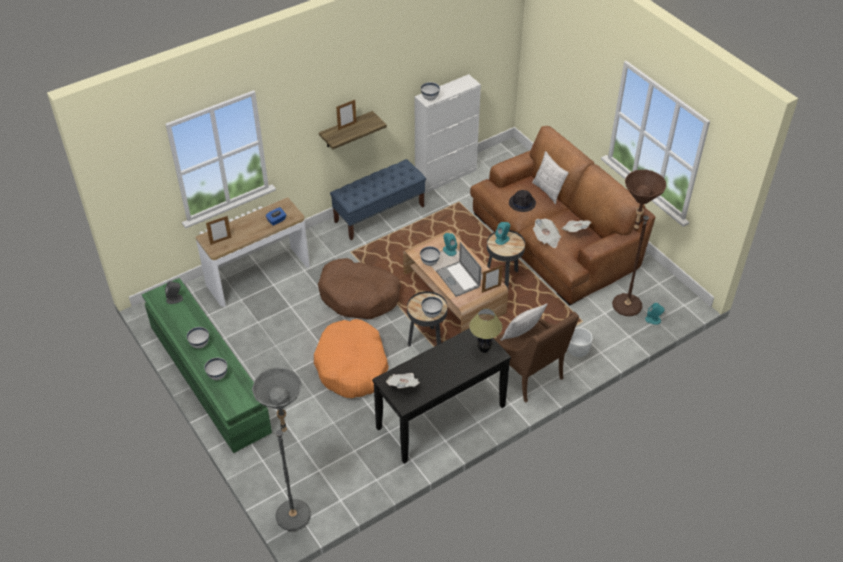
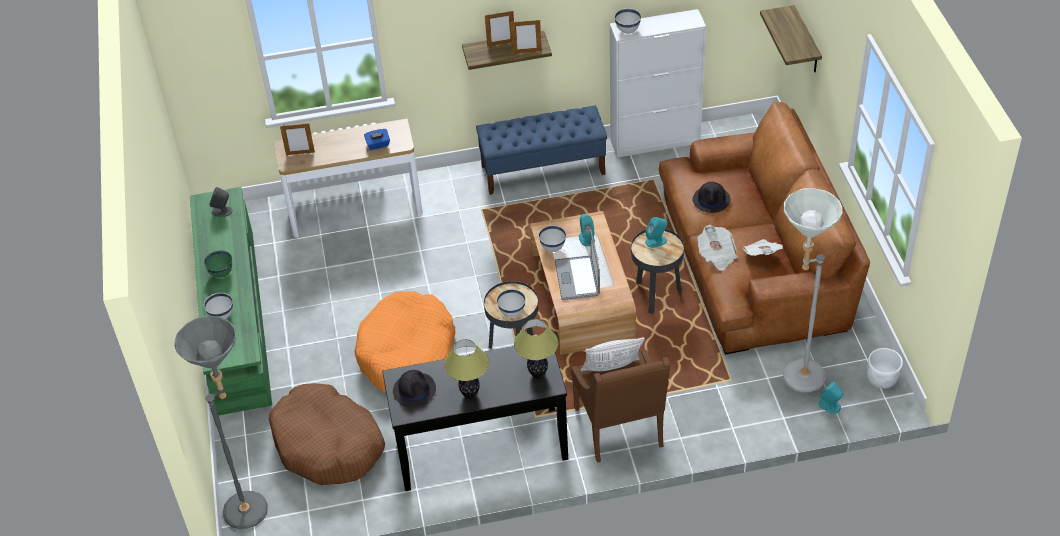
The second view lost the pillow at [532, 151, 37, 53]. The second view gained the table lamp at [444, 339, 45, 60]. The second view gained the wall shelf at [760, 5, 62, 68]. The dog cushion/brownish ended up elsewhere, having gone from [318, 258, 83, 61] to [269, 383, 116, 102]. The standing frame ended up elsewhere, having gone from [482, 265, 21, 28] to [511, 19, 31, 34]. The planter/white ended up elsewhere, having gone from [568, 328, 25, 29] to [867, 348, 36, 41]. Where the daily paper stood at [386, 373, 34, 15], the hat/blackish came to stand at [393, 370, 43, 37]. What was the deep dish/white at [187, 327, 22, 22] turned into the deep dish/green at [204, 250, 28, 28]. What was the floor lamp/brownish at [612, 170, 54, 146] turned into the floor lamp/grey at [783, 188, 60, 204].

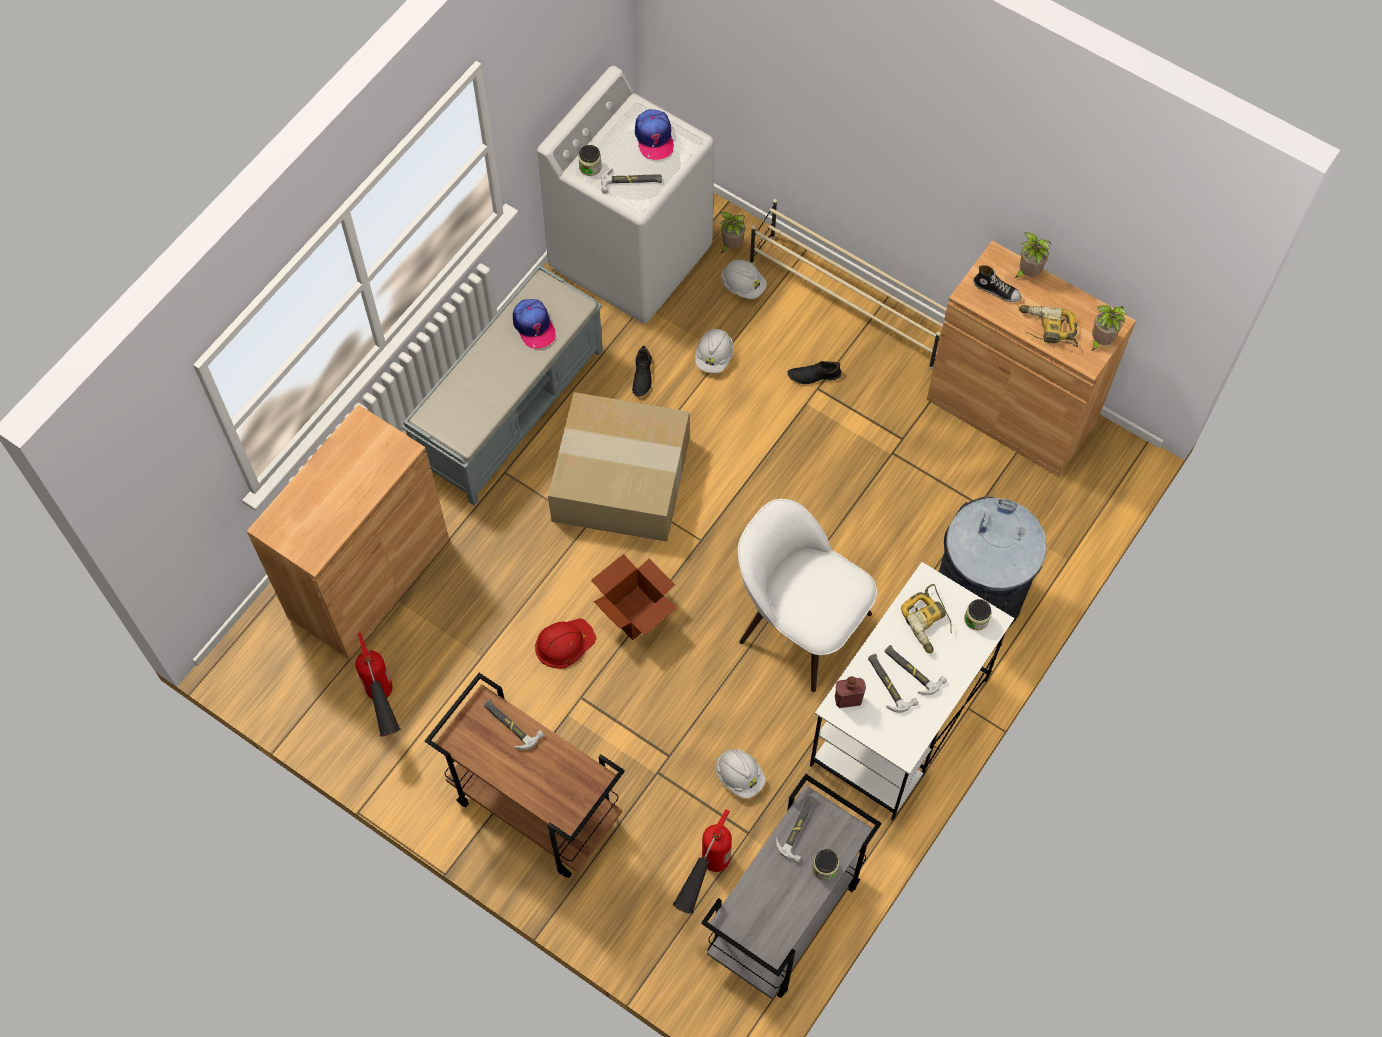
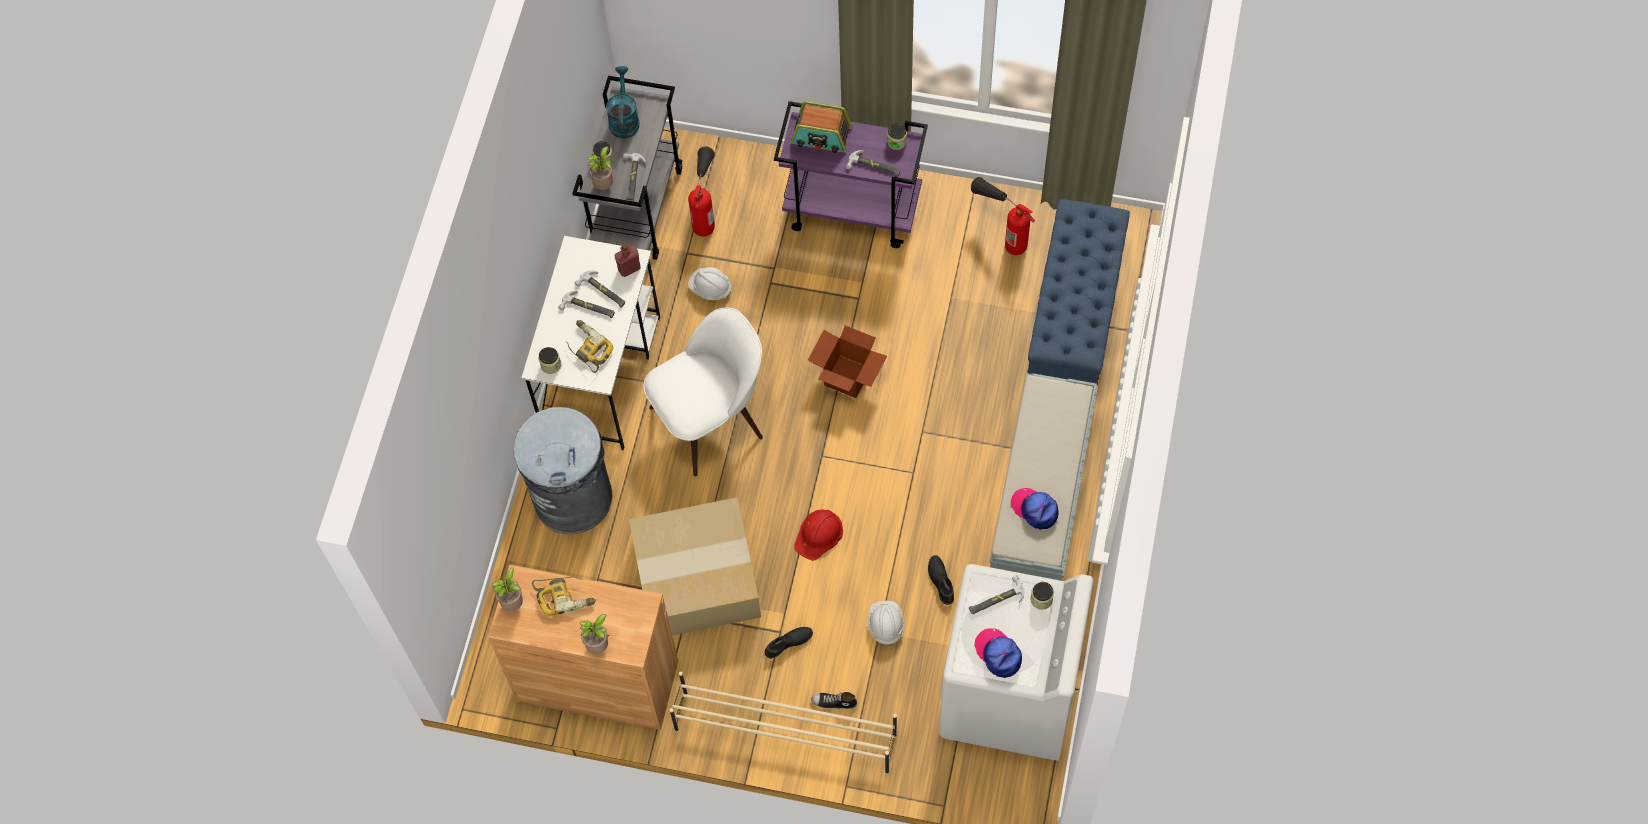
The second view lost the hard hat/white at [721, 260, 46, 39]. The second view gained the watering pot/turquoise-coloured at [606, 66, 33, 73]. The second view gained the radio at [791, 101, 61, 52]. The second view gained the jar at [887, 123, 20, 27]. The hard hat/red ended up elsewhere, having gone from [535, 618, 61, 51] to [794, 509, 49, 52]. The cardboard box ended up elsewhere, having gone from [548, 392, 142, 150] to [629, 497, 132, 139]. The potted plant ended up elsewhere, having gone from [719, 212, 26, 42] to [587, 147, 26, 43]. The item of footwear ended up elsewhere, having gone from [973, 265, 49, 37] to [811, 692, 46, 17]. Where the cabinet/brownish stood at [247, 404, 202, 256], the long seat/bluish came to stand at [1027, 199, 103, 185]. What was the trolley/brownish at [425, 673, 200, 205] turned into the trolley/purple at [774, 101, 154, 147]. The upright chair/white at [738, 499, 139, 193] ended up facing another way, 45 degrees counterclockwise from before.

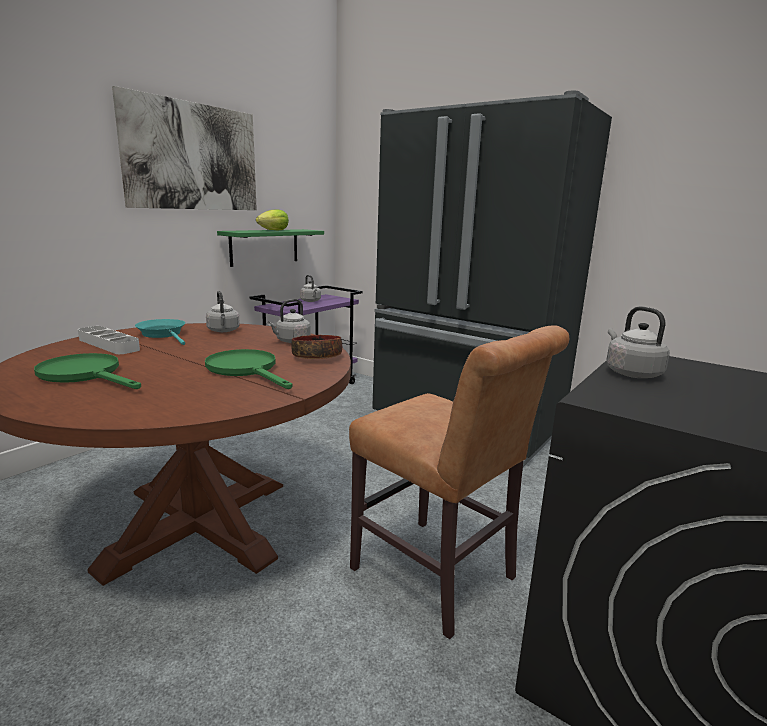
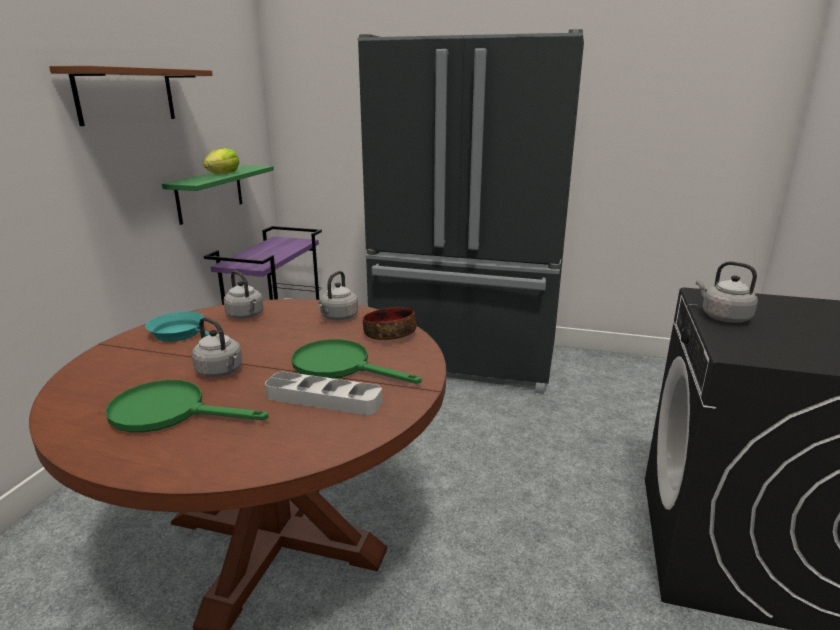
The second view lost the upright chair/brownish at [349, 325, 220, 314]. The tray/grey ended up elsewhere, having gone from [78, 326, 62, 28] to [265, 372, 117, 43]. The tea kettle/grey ended up elsewhere, having gone from [300, 275, 21, 27] to [192, 317, 50, 60]. Where the wall picture hung at [112, 86, 145, 124], the wall shelf/brownish came to hang at [49, 66, 164, 60].

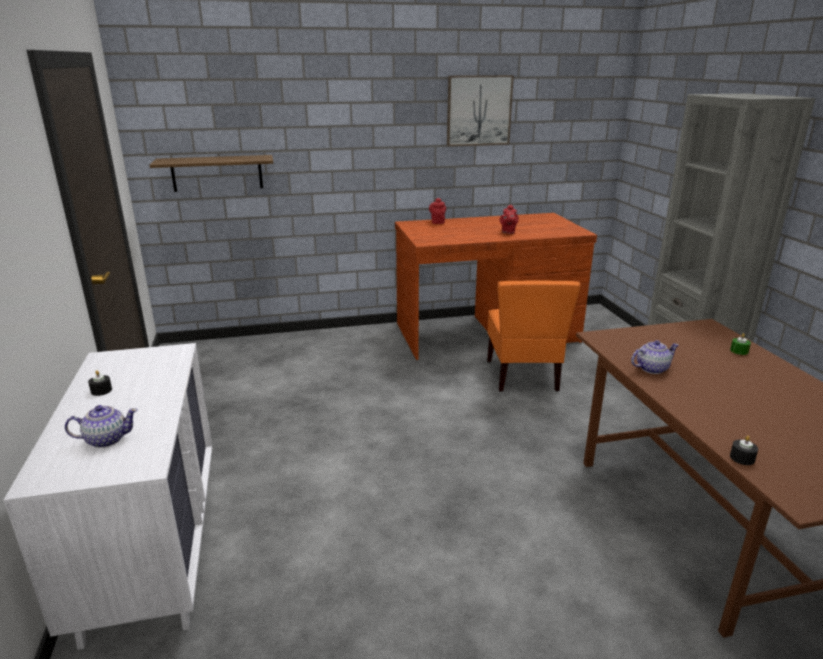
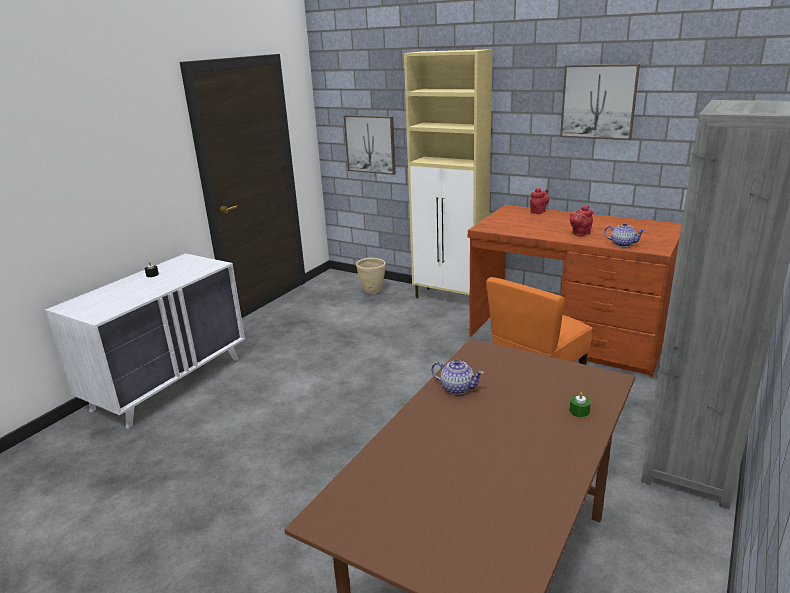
The second view lost the wax candle/blackish at [730, 436, 28, 29]. The second view gained the planter/beige-coloured at [356, 258, 30, 36]. The second view gained the cabinet/beige-coloured at [404, 49, 89, 249]. The tea pot ended up elsewhere, having gone from [65, 405, 73, 43] to [604, 223, 41, 24]. Where the wall shelf hung at [149, 155, 124, 37], the wall picture came to hang at [344, 115, 52, 60].

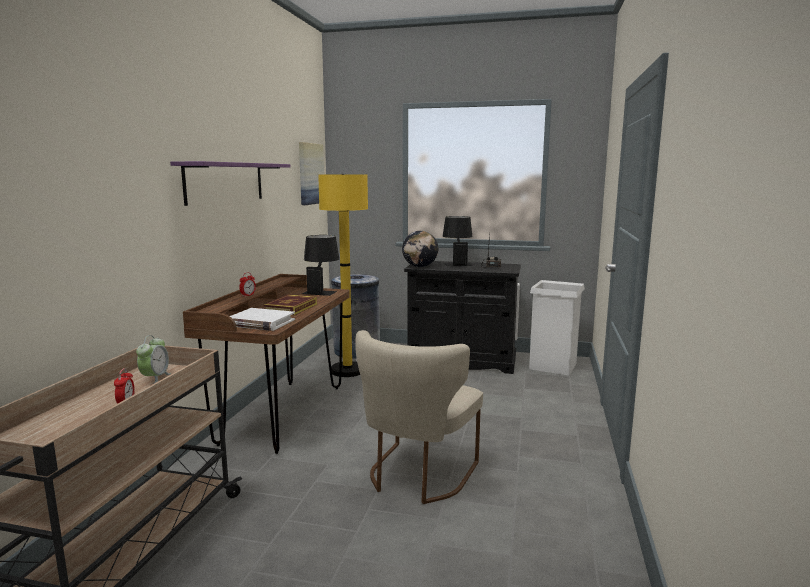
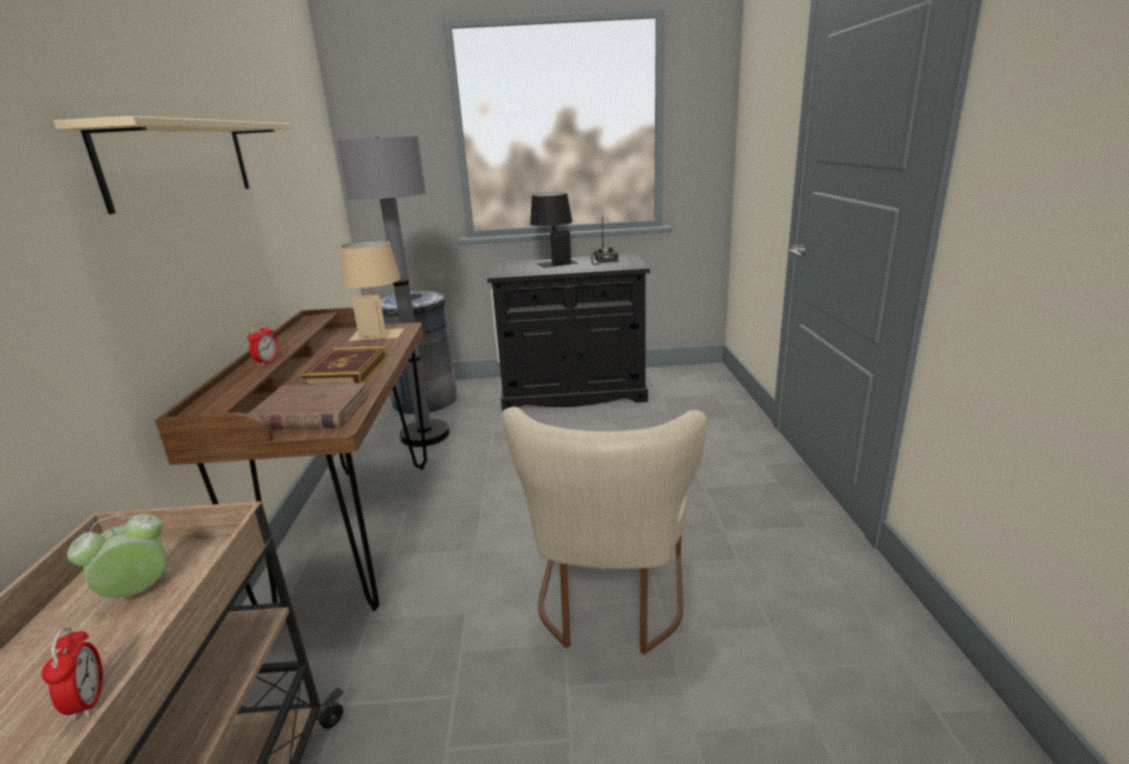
The second view lost the wall picture at [299, 142, 25, 63]. The second view lost the world globe at [402, 231, 36, 36]. The second view lost the rubbish bin/white at [529, 280, 56, 95]. What was the wall shelf/purple at [170, 161, 121, 45] turned into the wall shelf/beige-coloured at [53, 116, 239, 98]. What was the book/white at [230, 308, 65, 23] turned into the book/brownish at [248, 383, 121, 47]. What was the table lamp/blackish at [302, 235, 37, 61] turned into the table lamp/beige-coloured at [341, 240, 63, 101]. What was the floor lamp/yellow at [318, 174, 50, 203] turned into the floor lamp/grey at [337, 136, 113, 311]. The bedside clock at [136, 335, 35, 48] ended up facing another way, 120 degrees counterclockwise from before.

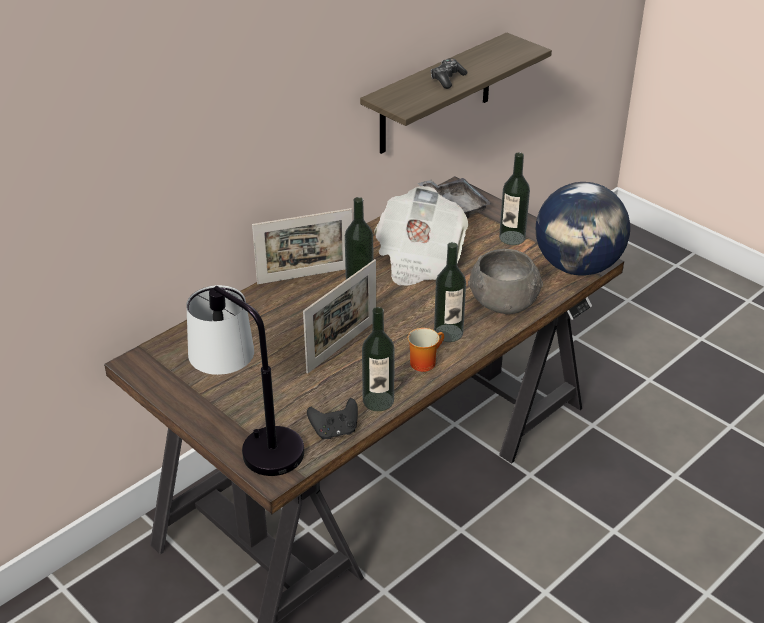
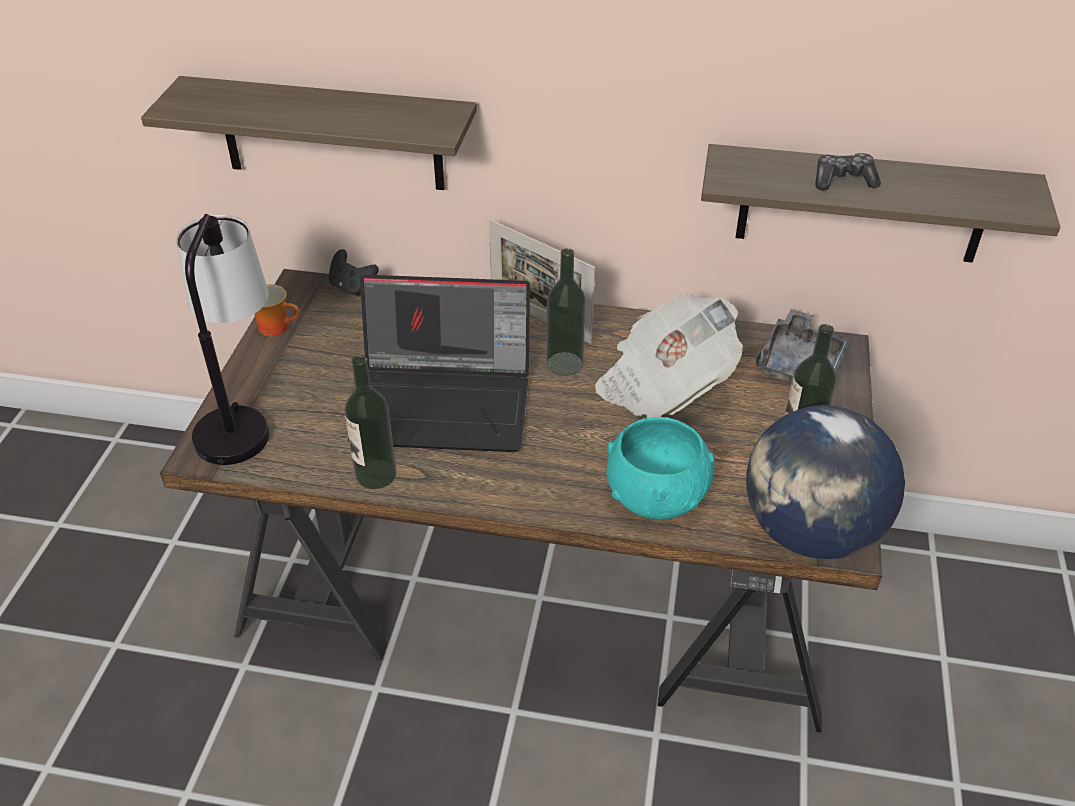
The second view lost the bottle at [434, 242, 32, 100]. The second view gained the wall shelf at [141, 76, 336, 114]. The game controller/blackish ended up elsewhere, having gone from [307, 398, 51, 41] to [328, 249, 51, 47]. The tea mug ended up elsewhere, having gone from [408, 328, 36, 44] to [255, 284, 45, 52]. Where the standing frame stood at [303, 259, 73, 115], the notebook computer came to stand at [348, 275, 182, 177]. What was the deep dish/grey at [468, 249, 75, 65] turned into the deep dish/turquoise-coloured at [606, 417, 109, 102].

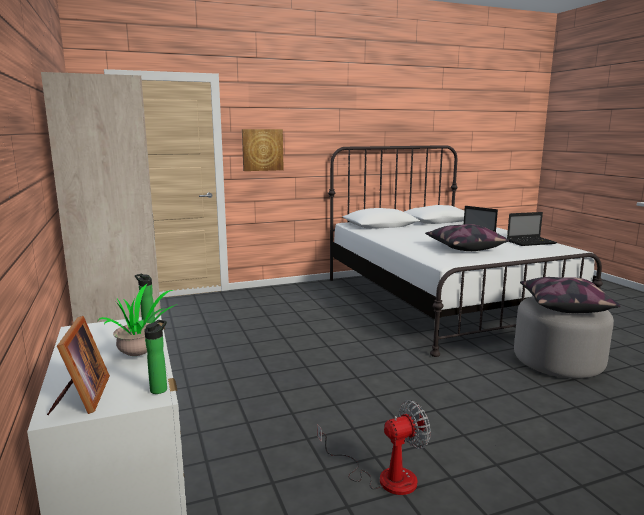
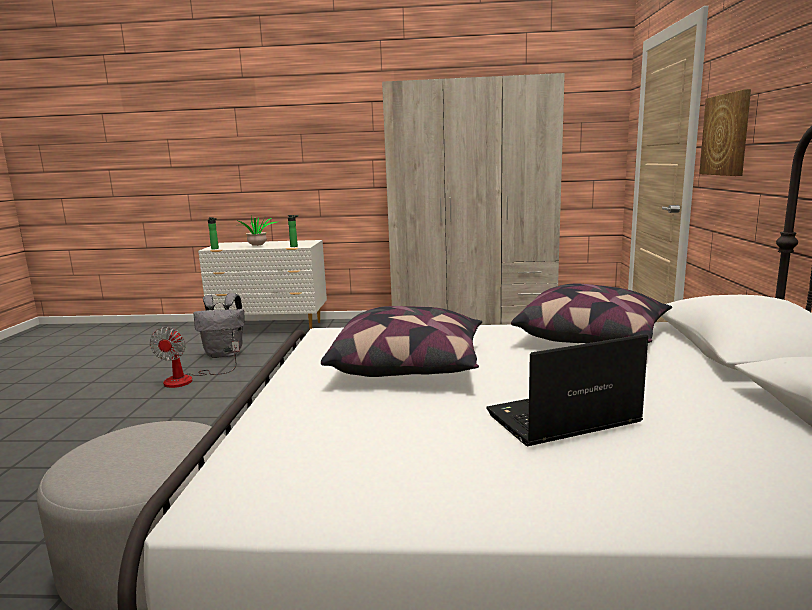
The second view lost the standing frame at [47, 316, 63, 99]. The second view lost the notebook computer at [507, 212, 50, 34]. The second view gained the backpack/grey at [193, 293, 52, 65]. The pillow ended up elsewhere, having gone from [520, 277, 100, 36] to [511, 284, 161, 59].

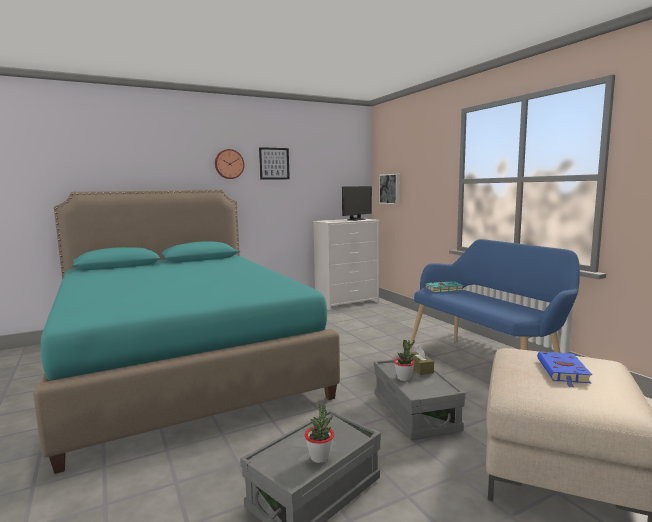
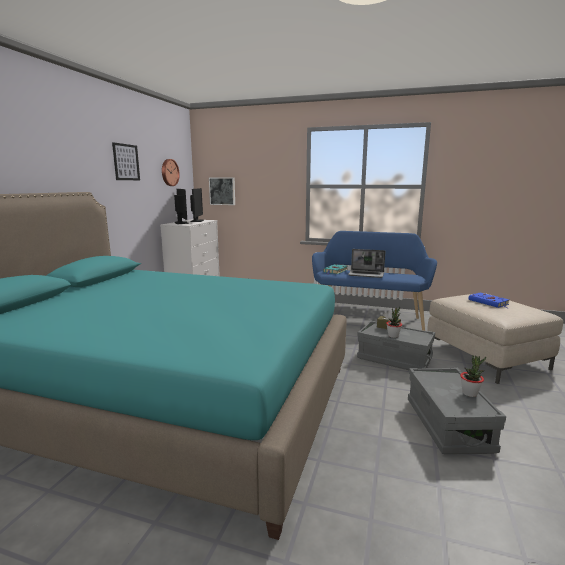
The second view gained the monitor at [174, 189, 15, 35]. The second view gained the notebook computer at [348, 249, 38, 29]. The clock on the wall ended up elsewhere, having gone from [215, 149, 29, 30] to [162, 159, 18, 27].

